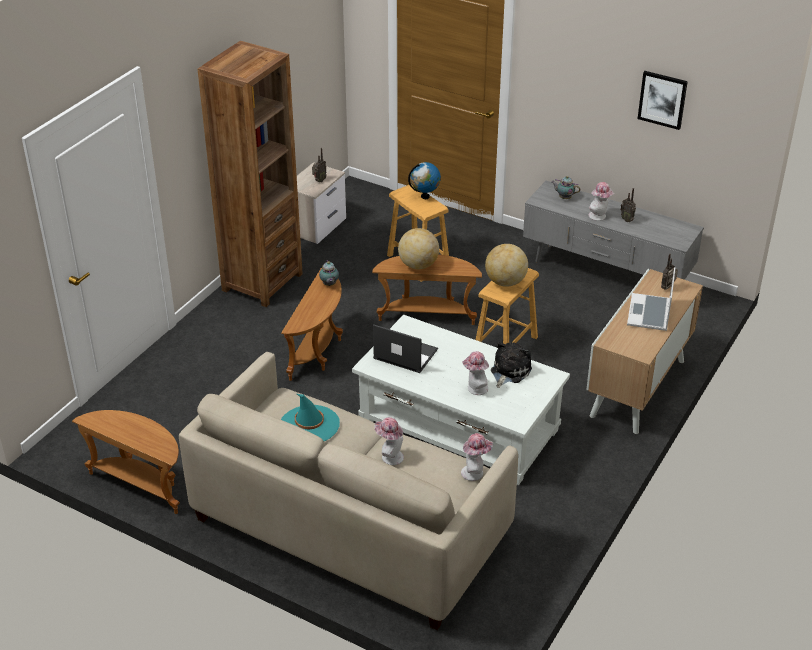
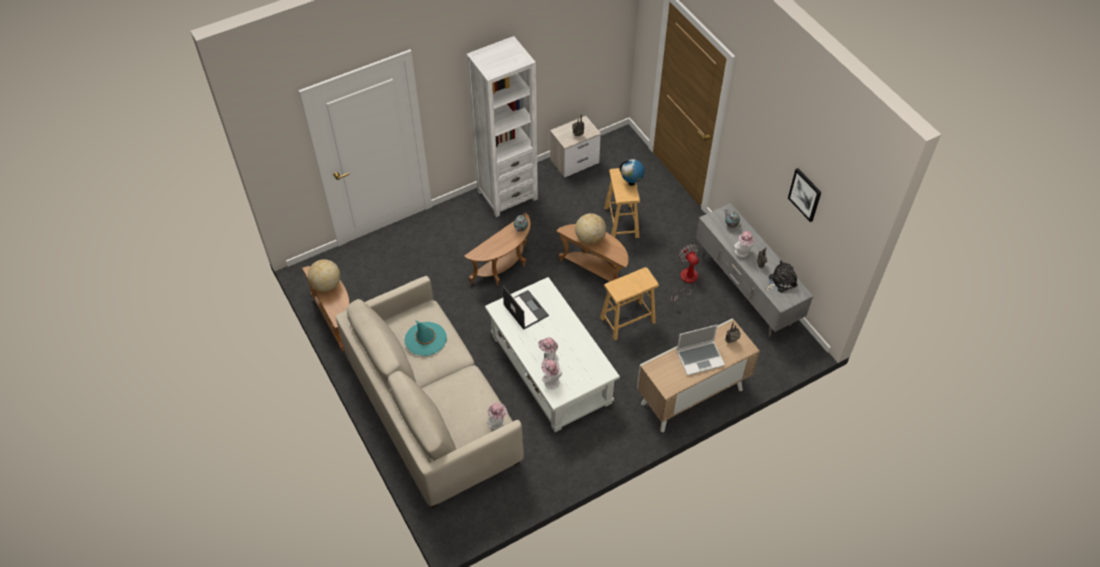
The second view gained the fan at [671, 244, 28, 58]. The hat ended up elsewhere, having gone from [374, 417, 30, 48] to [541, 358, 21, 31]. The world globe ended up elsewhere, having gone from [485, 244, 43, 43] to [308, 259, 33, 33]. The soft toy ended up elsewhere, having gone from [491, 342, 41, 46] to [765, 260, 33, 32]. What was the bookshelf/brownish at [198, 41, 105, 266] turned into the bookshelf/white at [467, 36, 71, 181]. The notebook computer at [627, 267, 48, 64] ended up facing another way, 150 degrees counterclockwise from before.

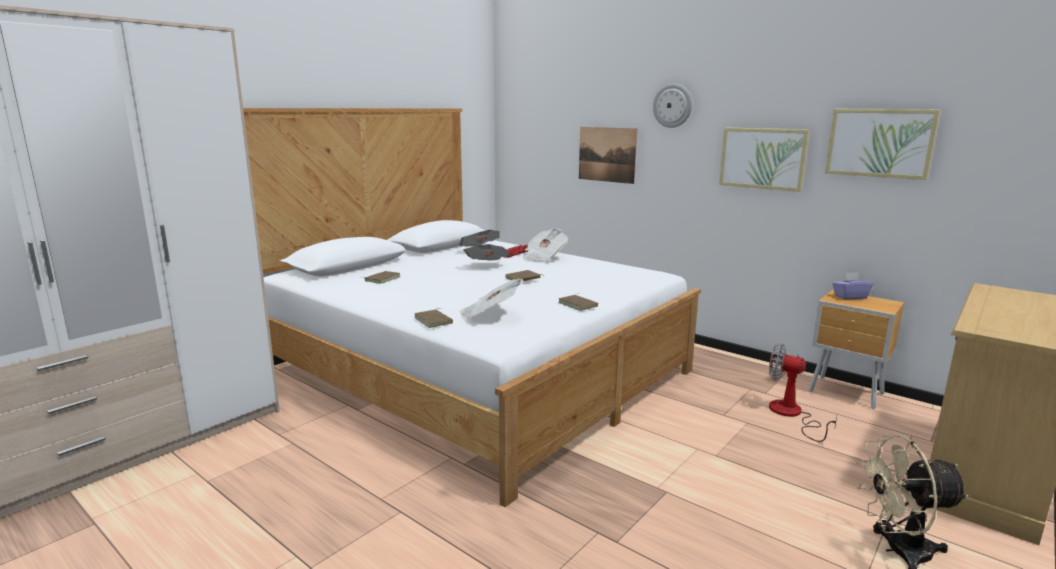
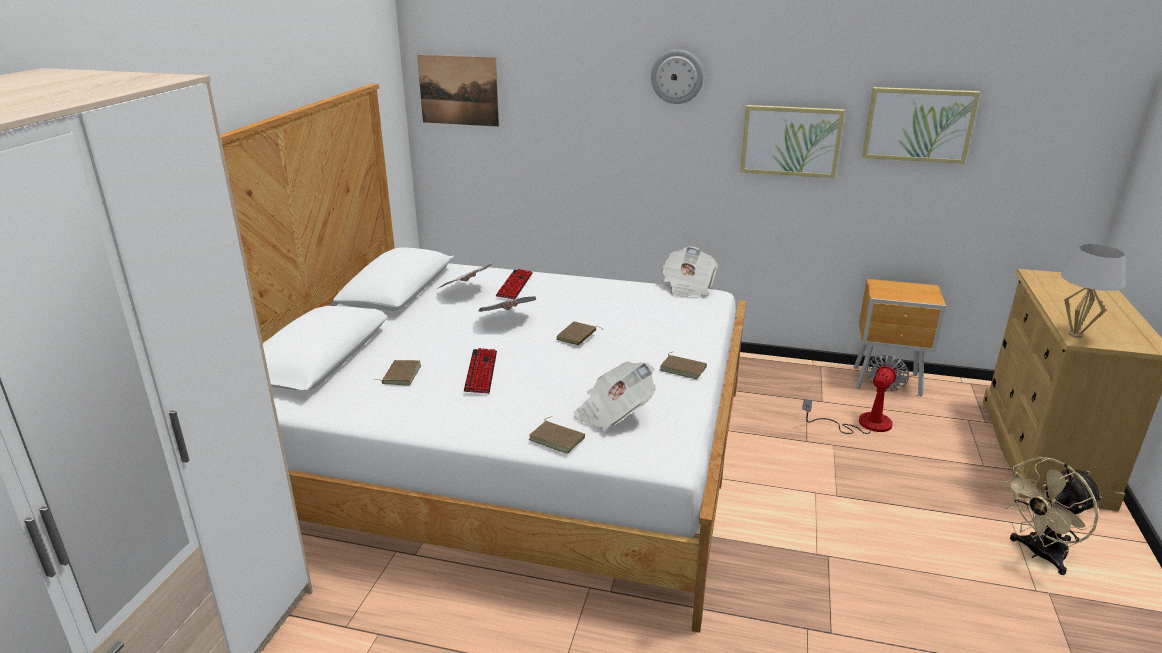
The second view lost the box of tissues/purple at [833, 273, 40, 27]. The second view gained the computer keyboard at [464, 348, 33, 45]. The second view gained the table lamp/white at [1061, 244, 64, 94]. The daily paper ended up elsewhere, having gone from [523, 229, 45, 33] to [662, 246, 56, 52]. The wall picture ended up elsewhere, having gone from [579, 127, 58, 57] to [417, 55, 82, 72]. The fan at [769, 343, 68, 99] ended up facing another way, 120 degrees clockwise from before.

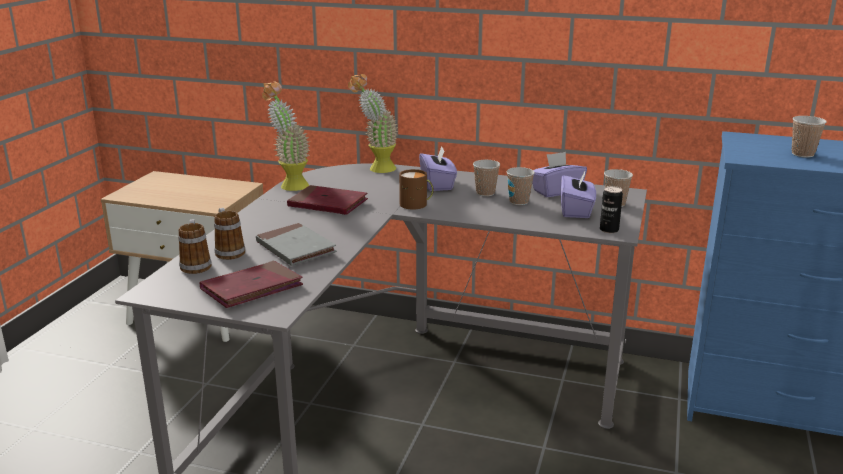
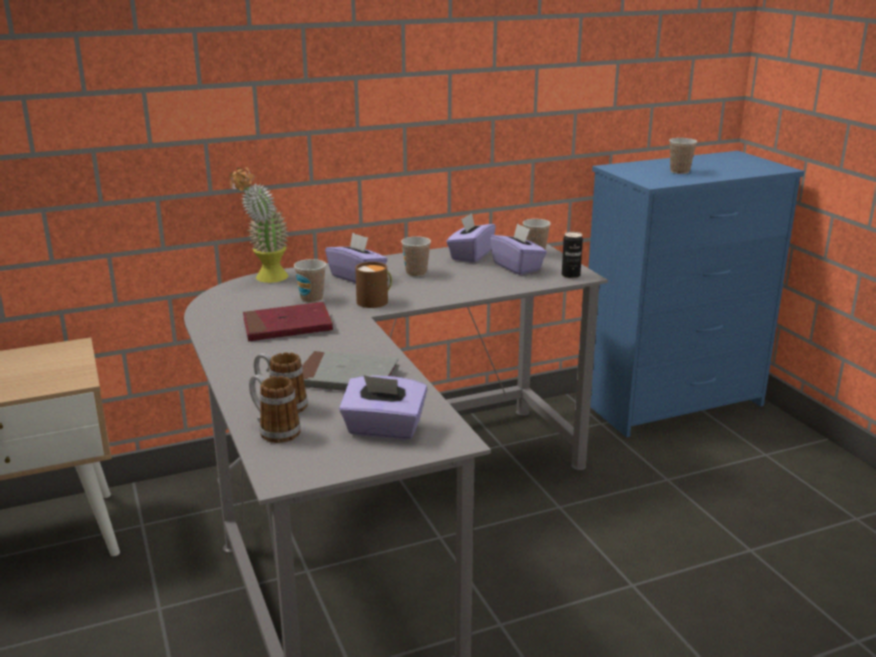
The second view lost the potted plant at [262, 82, 48, 109]. The small cup ended up elsewhere, having gone from [507, 167, 28, 38] to [294, 259, 32, 44]. Where the book/red stood at [199, 261, 104, 47], the box of tissues/purple came to stand at [339, 375, 88, 64].

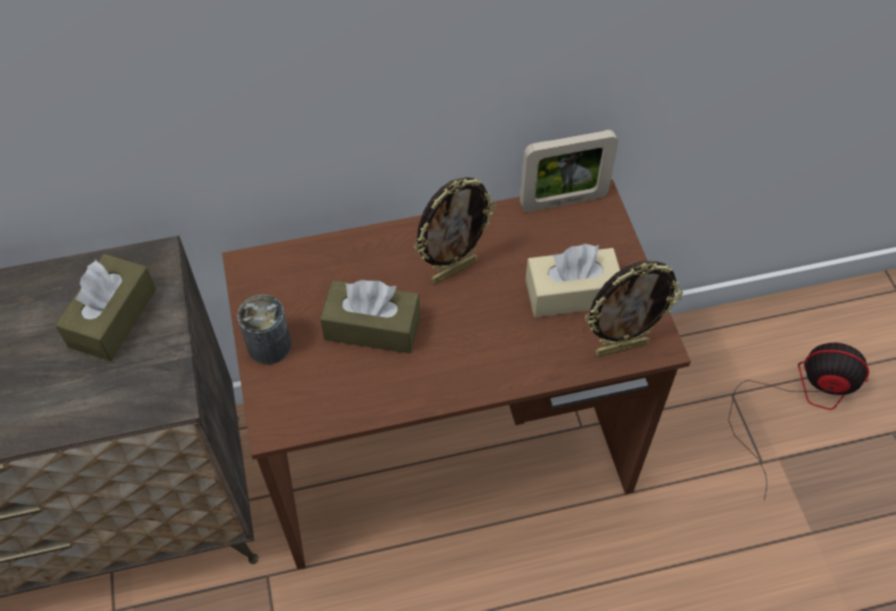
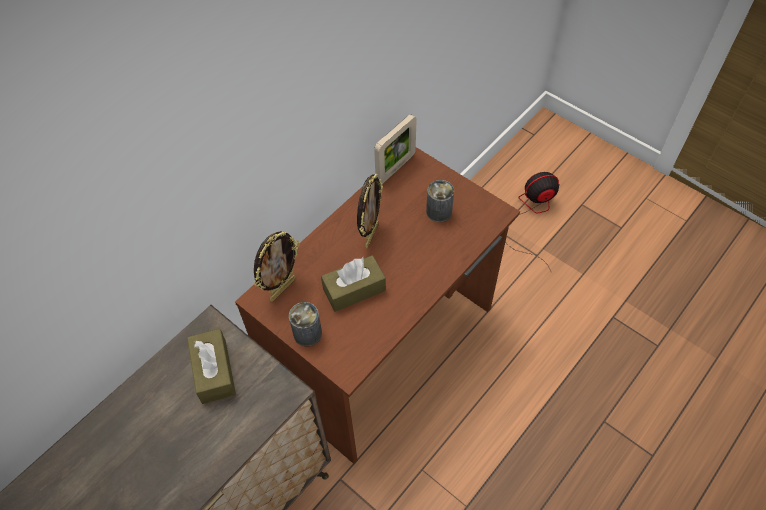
The standing frame ended up elsewhere, having gone from [585, 261, 98, 96] to [254, 231, 46, 70]. Where the box of tissues/beige-coloured stood at [525, 244, 95, 73], the metal can came to stand at [426, 180, 28, 42].

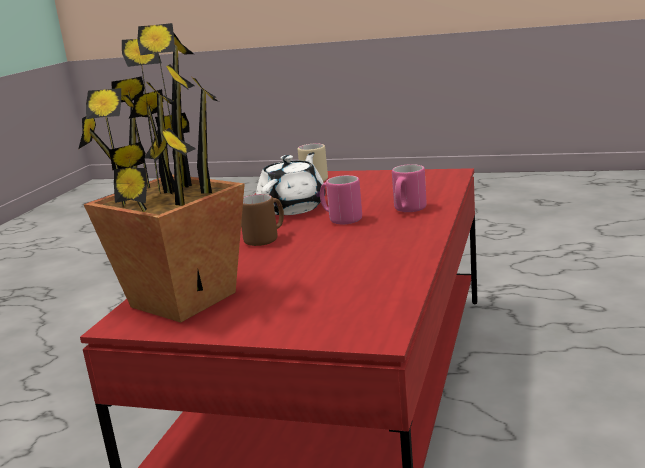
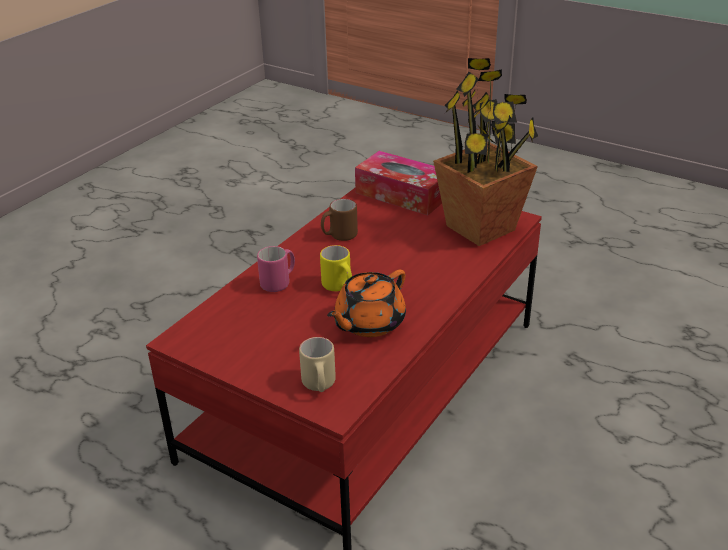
The second view gained the box of tissues at [355, 151, 87, 65]. The tea mug/brownish ended up elsewhere, having gone from [241, 194, 43, 52] to [321, 199, 37, 42]. What was the tea pot/white at [256, 152, 70, 63] turned into the tea pot/orange at [327, 270, 79, 67]. What was the tea mug/pinkish at [320, 175, 42, 49] turned into the tea mug/yellow at [320, 245, 32, 46].

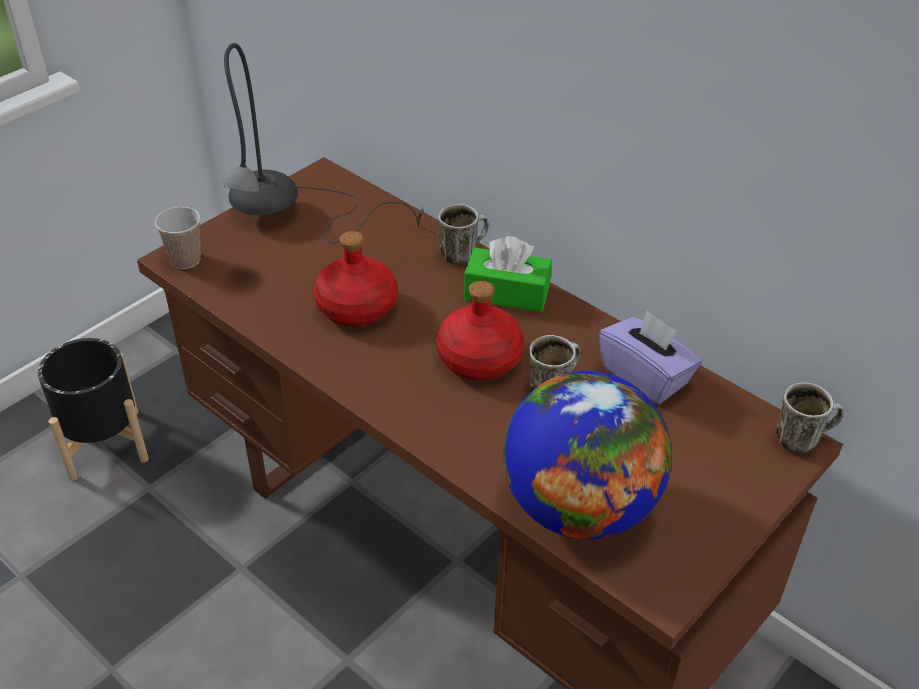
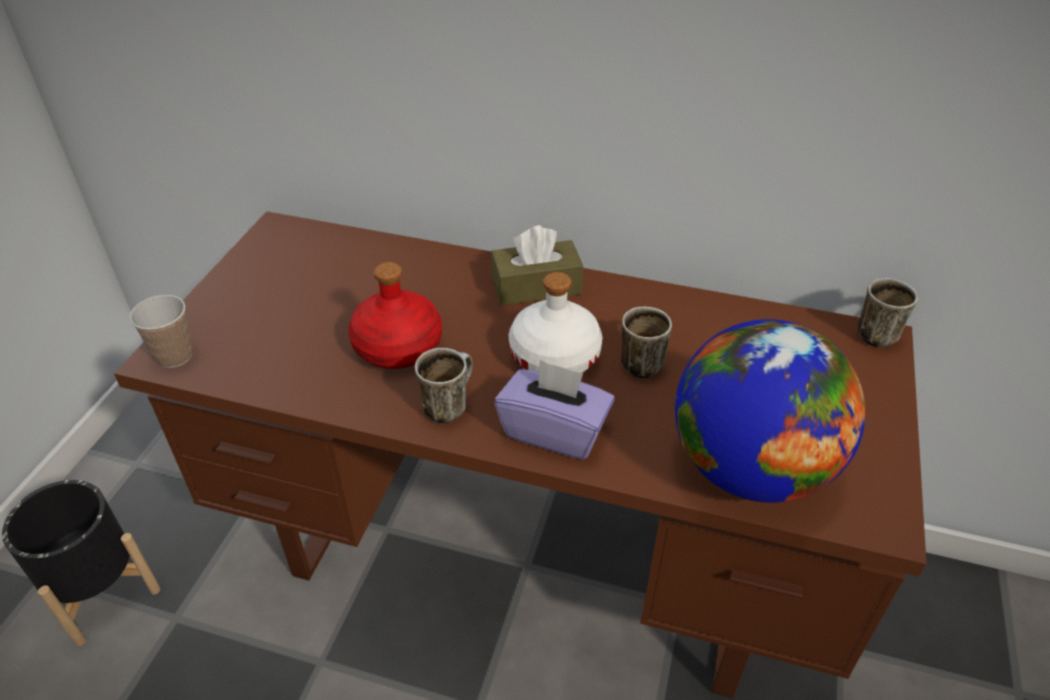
The second view lost the table lamp/grey at [221, 43, 203, 200]. The tea mug ended up elsewhere, having gone from [438, 204, 51, 60] to [415, 348, 58, 75]. The box of tissues/purple ended up elsewhere, having gone from [599, 310, 103, 94] to [495, 359, 120, 101]. What was the bottle/red at [437, 281, 87, 99] turned into the bottle/white at [509, 272, 93, 101]. What was the box of tissues/green at [464, 236, 88, 76] turned into the box of tissues/brownish at [491, 225, 92, 81].

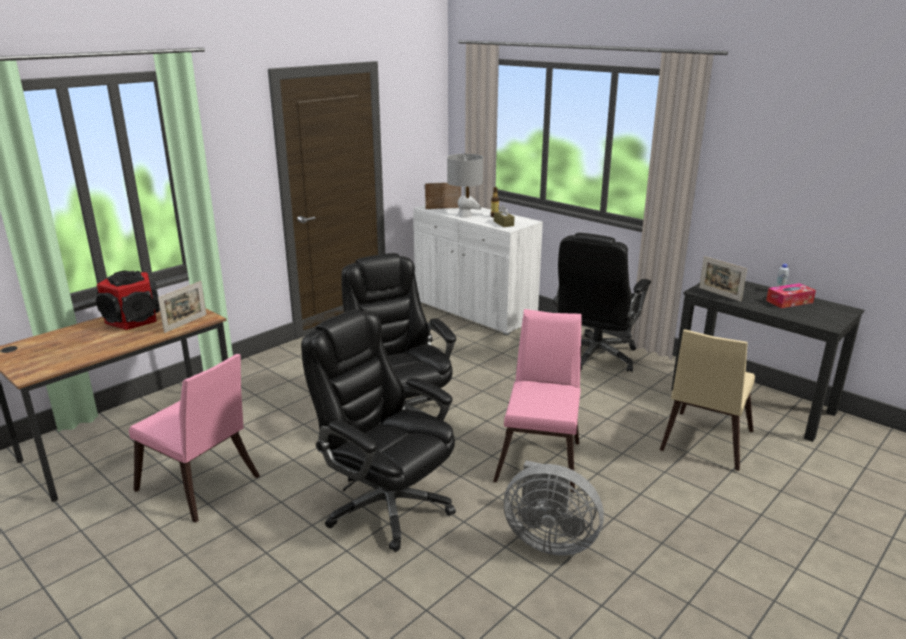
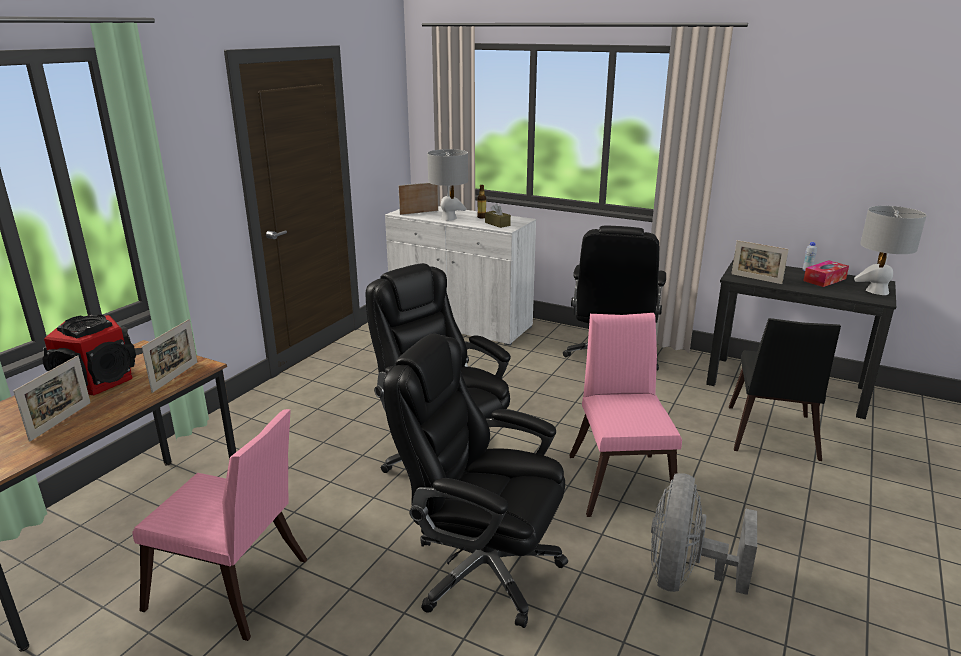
The second view gained the standing frame at [13, 355, 78, 87]. The second view gained the table lamp/grey at [854, 206, 73, 89]. What was the upright chair/beige-coloured at [660, 329, 95, 142] turned into the upright chair/blackish at [729, 318, 112, 143]. The fan/grey at [504, 460, 100, 96] ended up facing another way, 105 degrees clockwise from before.

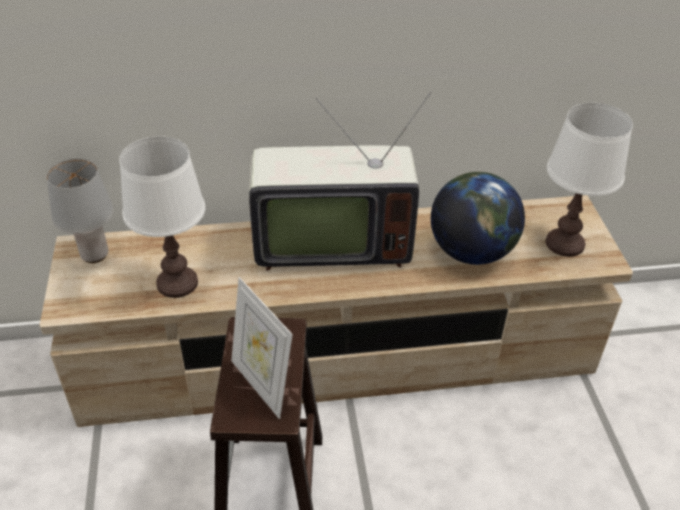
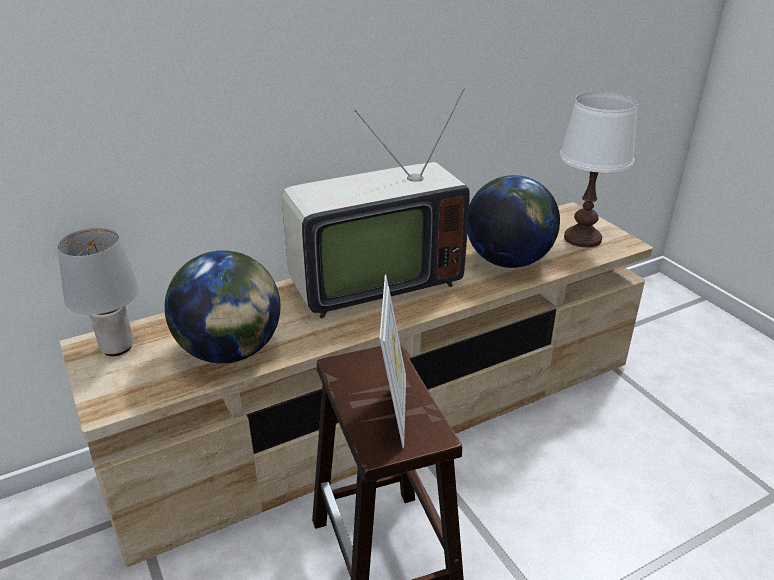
Where the table lamp/white stood at [119, 136, 87, 162], the world globe came to stand at [165, 250, 116, 113]. The standing frame at [231, 277, 62, 142] ended up facing another way, 120 degrees counterclockwise from before.

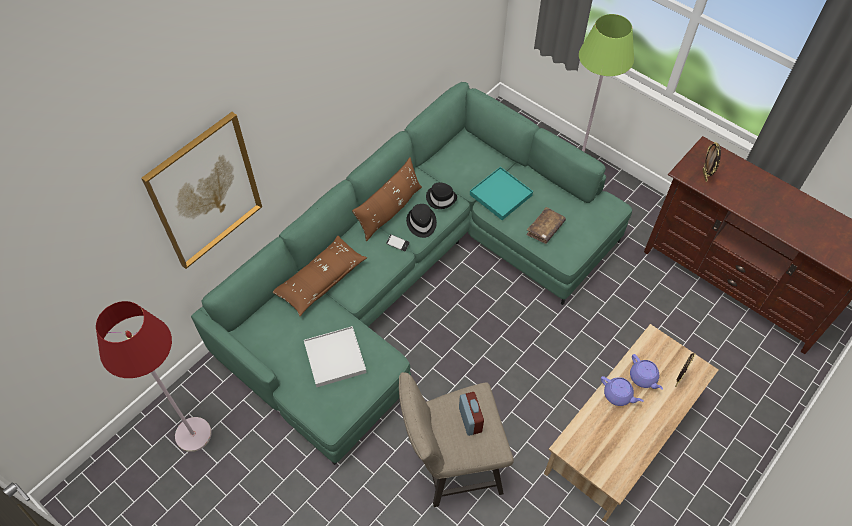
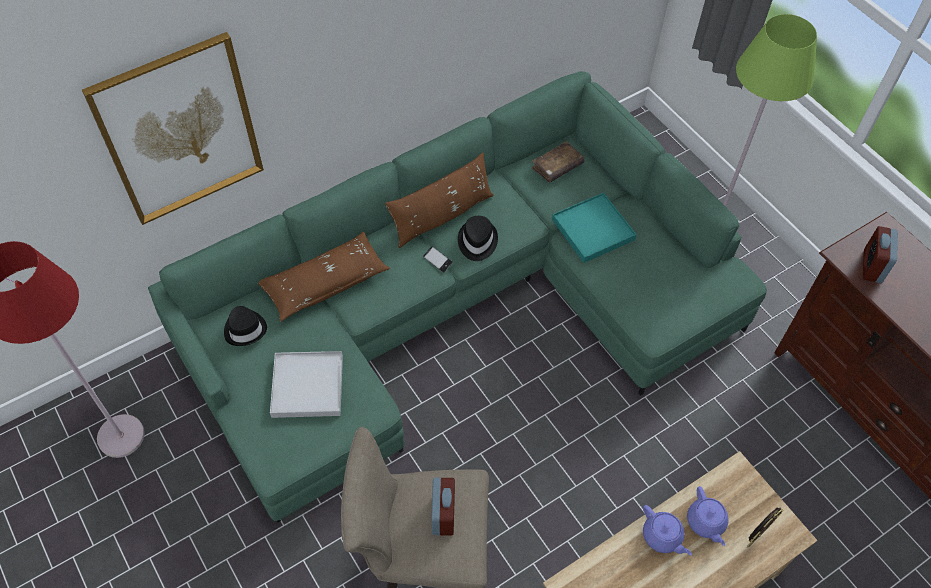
The hat/blackish ended up elsewhere, having gone from [426, 182, 31, 27] to [224, 306, 43, 40]. The book/brownish ended up elsewhere, having gone from [526, 207, 40, 37] to [532, 141, 53, 42]. Where the standing frame stood at [702, 142, 19, 40], the bedside clock came to stand at [863, 226, 35, 57].

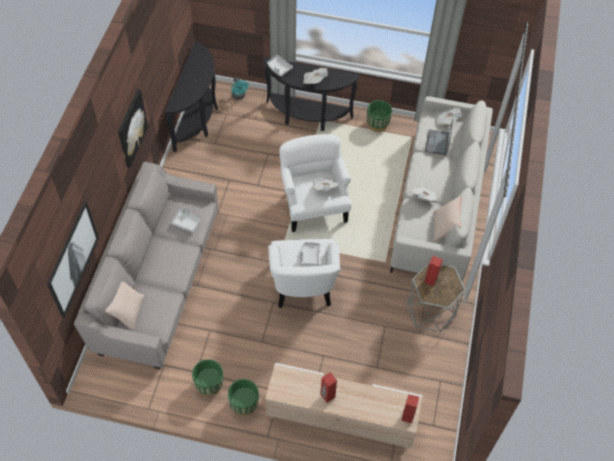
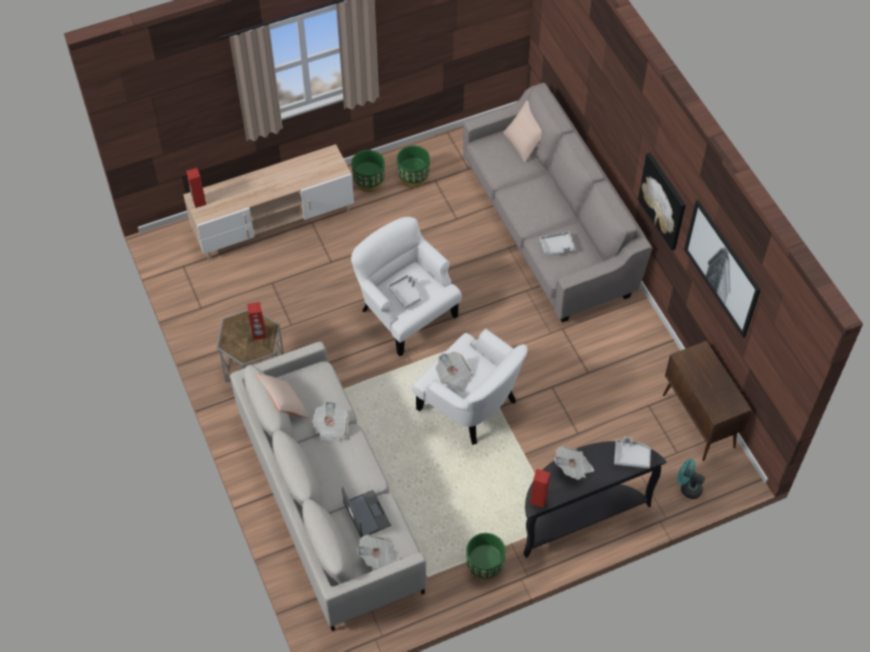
The wall picture ended up elsewhere, having gone from [47, 201, 52, 117] to [684, 200, 77, 138]. The audio speaker/red ended up elsewhere, having gone from [320, 372, 17, 31] to [530, 469, 20, 39]. Where the hall table/blackish stood at [165, 41, 53, 111], the cabinet/brownish came to stand at [663, 341, 89, 120].

